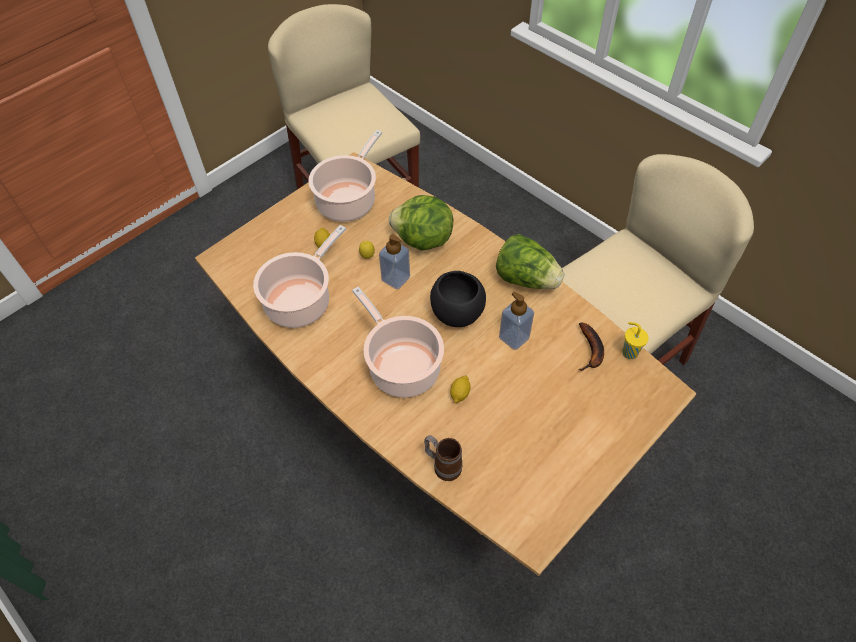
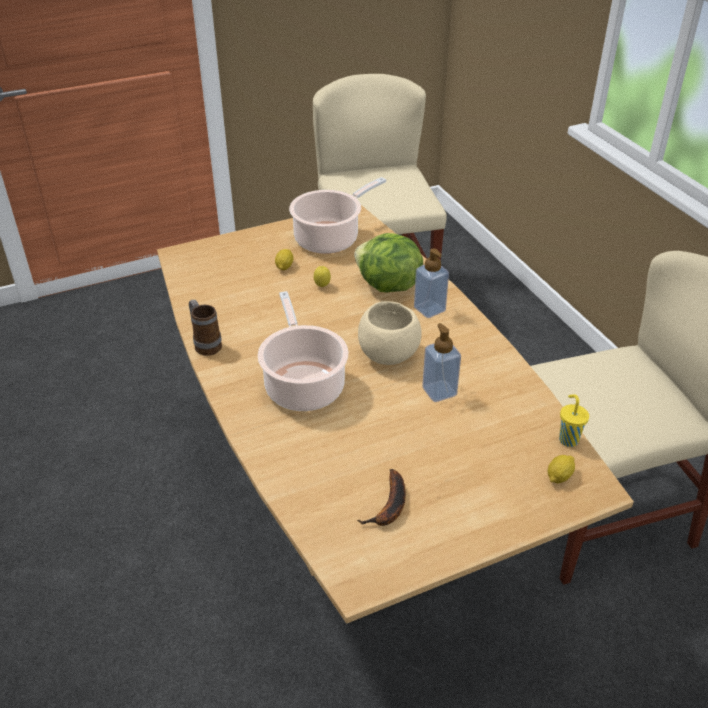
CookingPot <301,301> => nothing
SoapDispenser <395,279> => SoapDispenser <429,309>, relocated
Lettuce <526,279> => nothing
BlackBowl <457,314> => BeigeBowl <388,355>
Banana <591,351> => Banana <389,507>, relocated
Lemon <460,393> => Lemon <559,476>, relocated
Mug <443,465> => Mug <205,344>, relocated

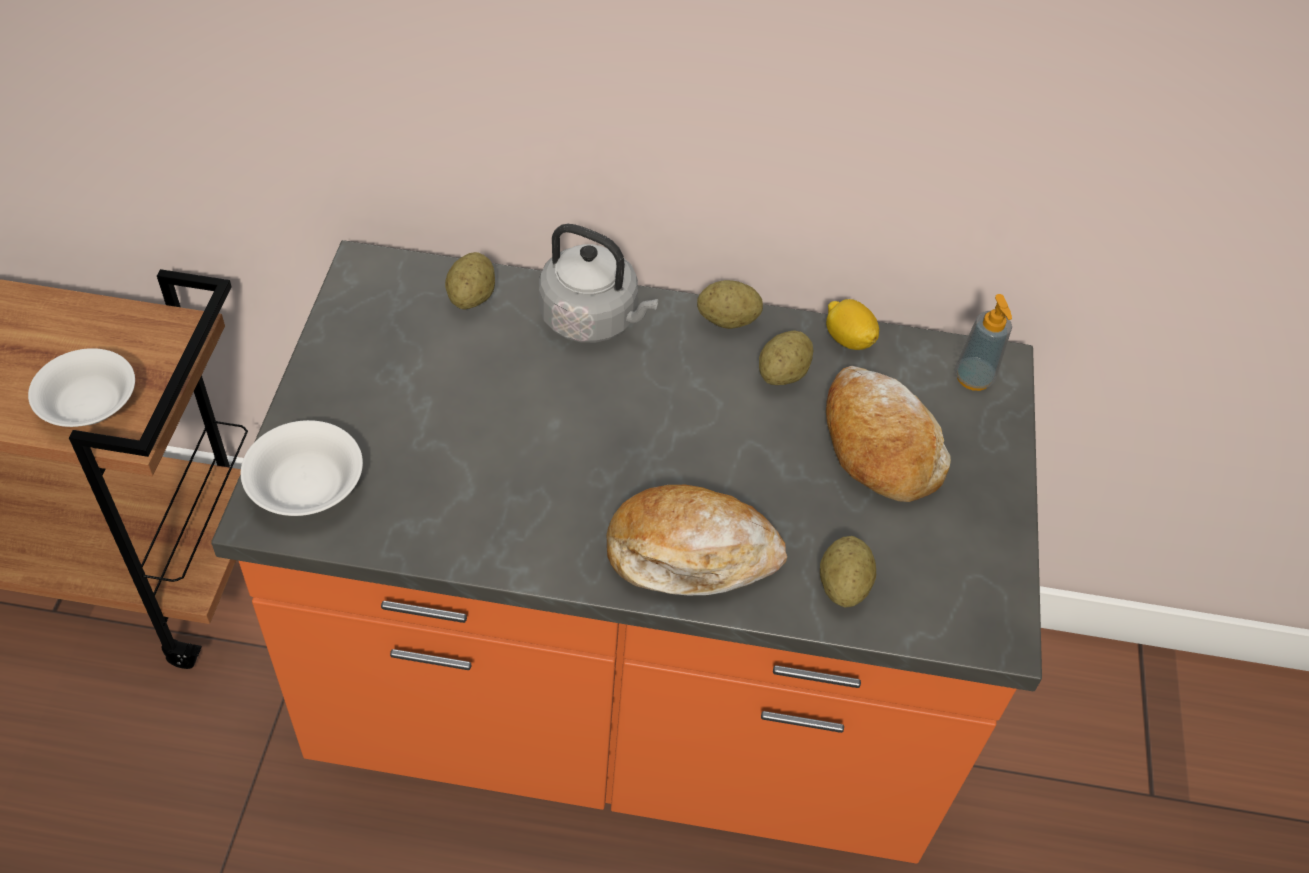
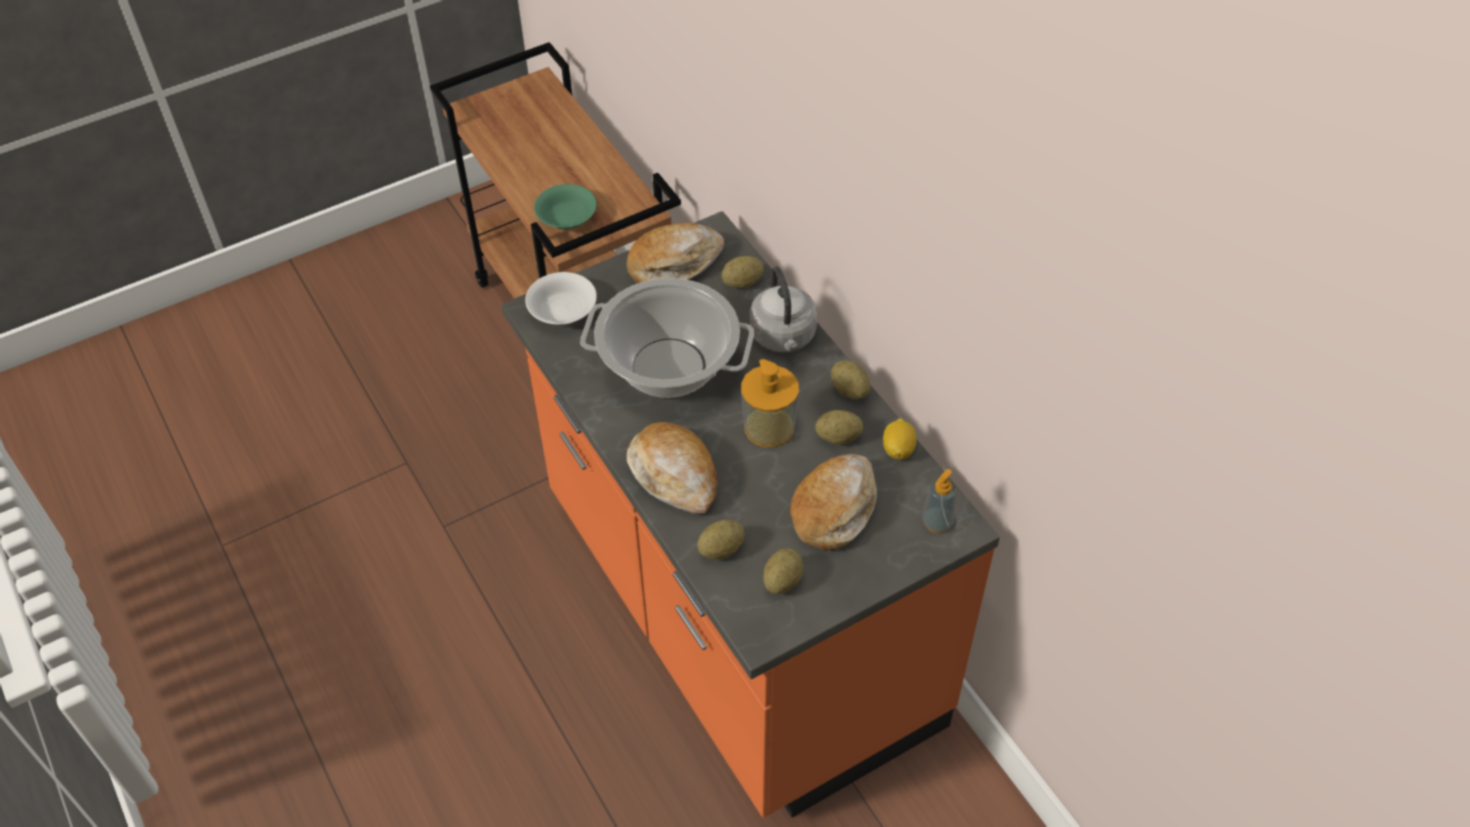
WhiteBowl <91,405> => GreenBowl <567,218>
nothing => Bread <674,264>
nothing => CookingPot <670,367>
nothing => SoapDispenser <769,427>
nothing => Potato <782,581>

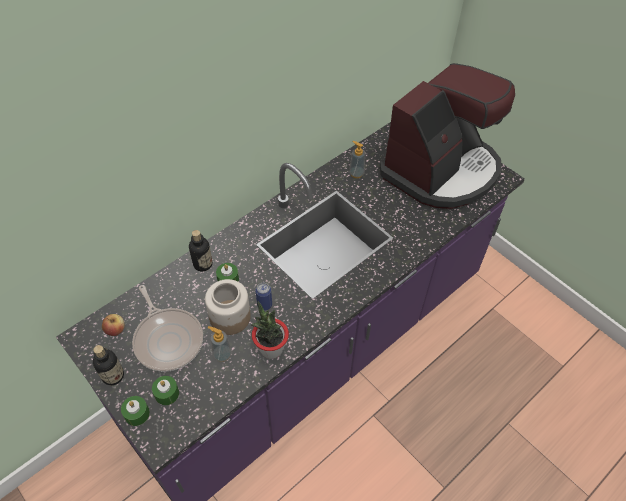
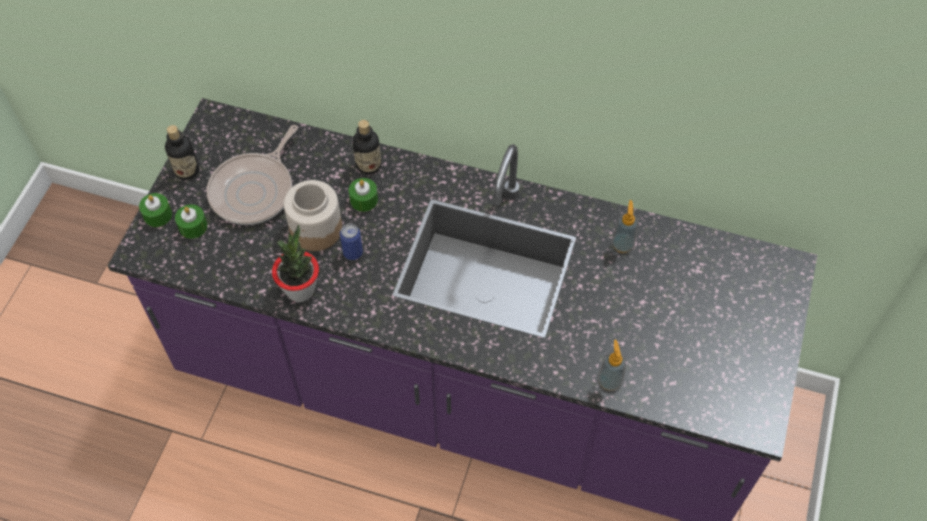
CoffeeMachine <441,170> => nothing
Apple <115,330> => nothing
SoapDispenser <222,355> => SoapDispenser <609,381>, relocated

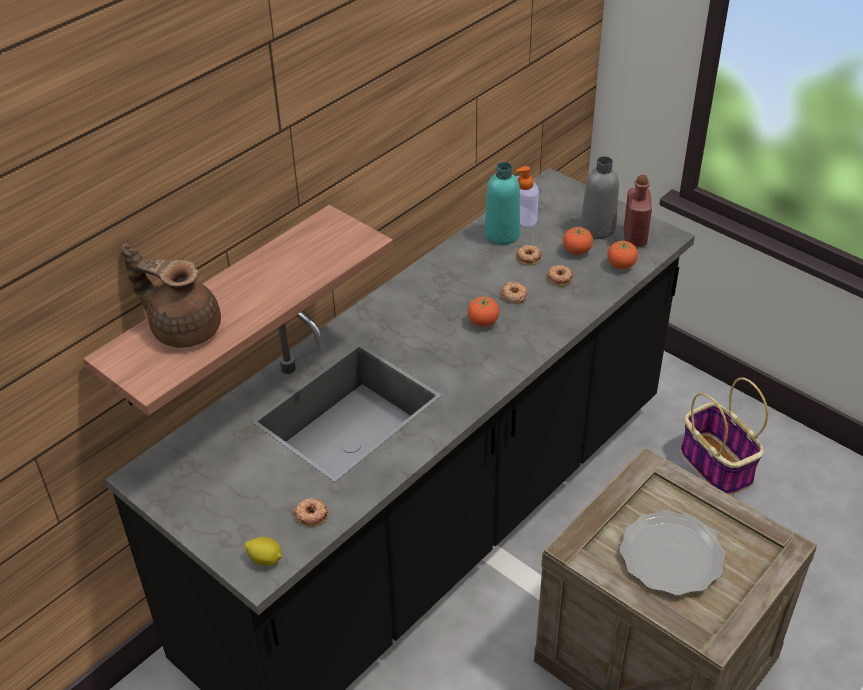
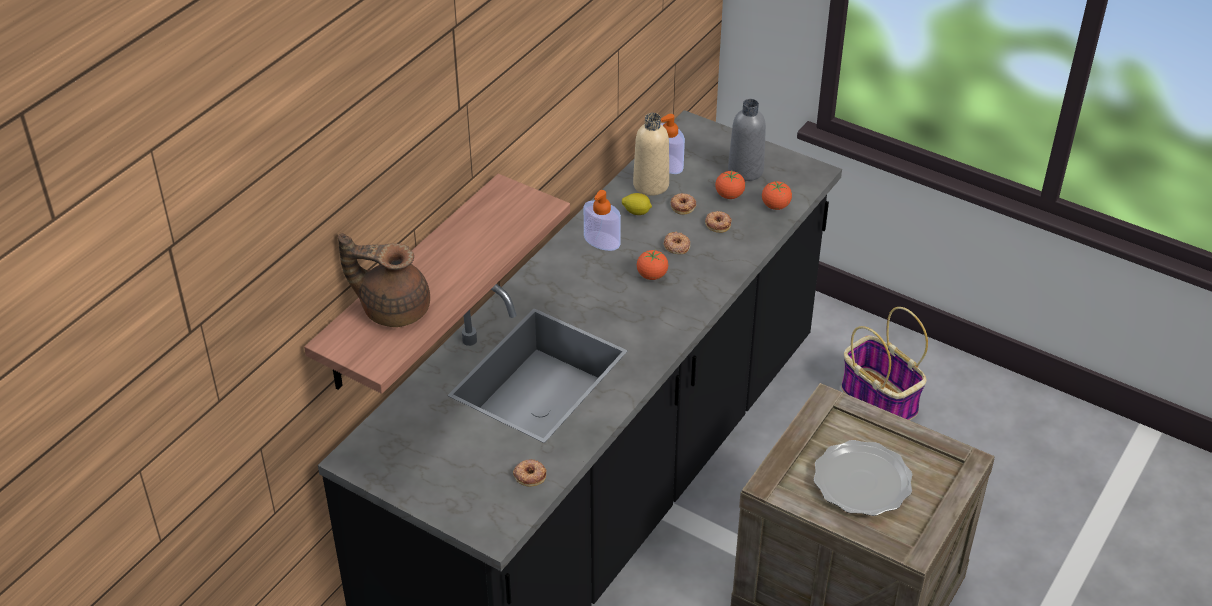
TurquoiseBottle <501,235> => BeigeBottle <651,185>
RedBottle <634,237> => nothing
Lemon <265,559> => Lemon <636,212>, relocated
nothing => SoapDispenser <602,241>

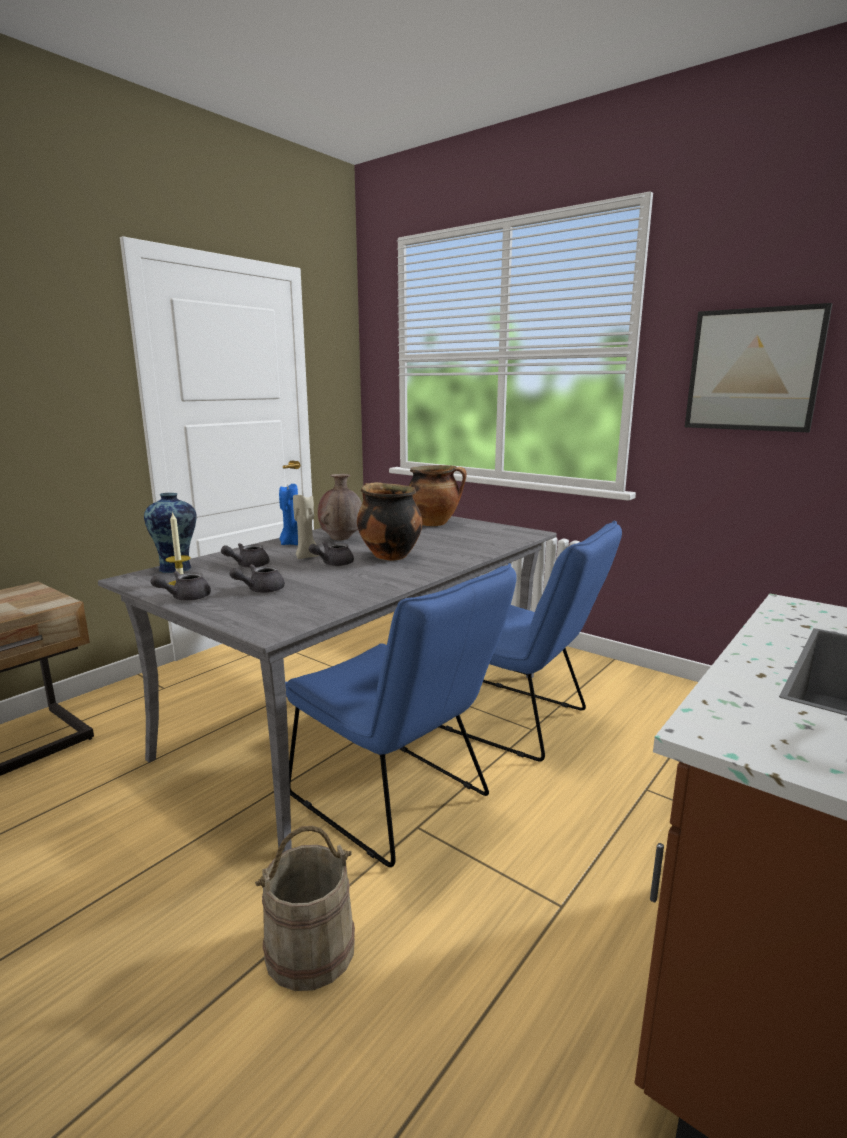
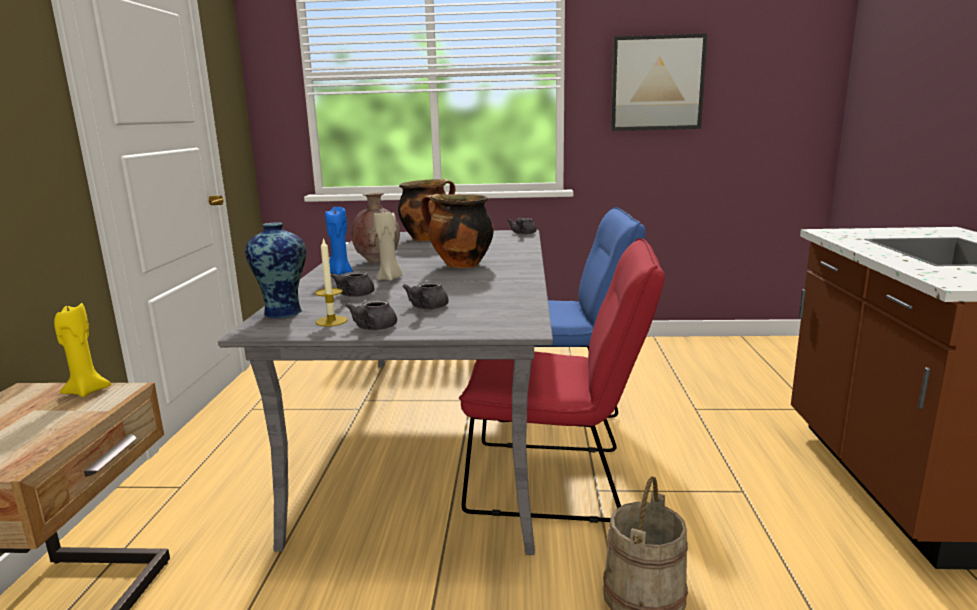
GreyTeapot <333,564> => GreyTeapot <522,234>, relocated
BlueChair <397,802> => RedChair <558,481>
nothing => YellowCandle <86,391>

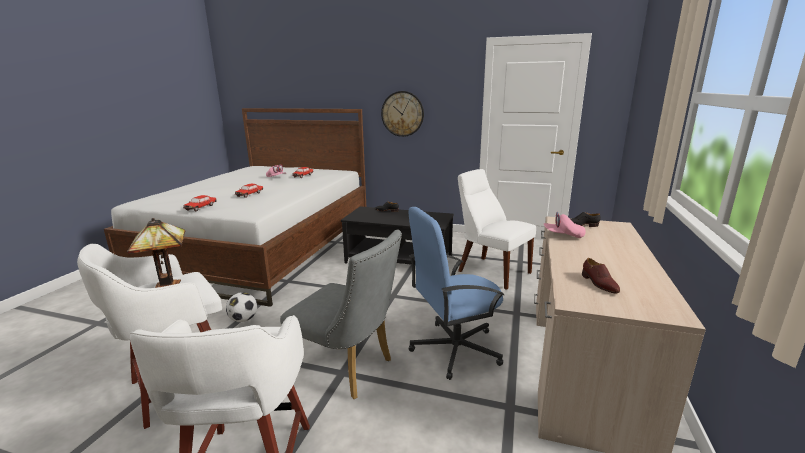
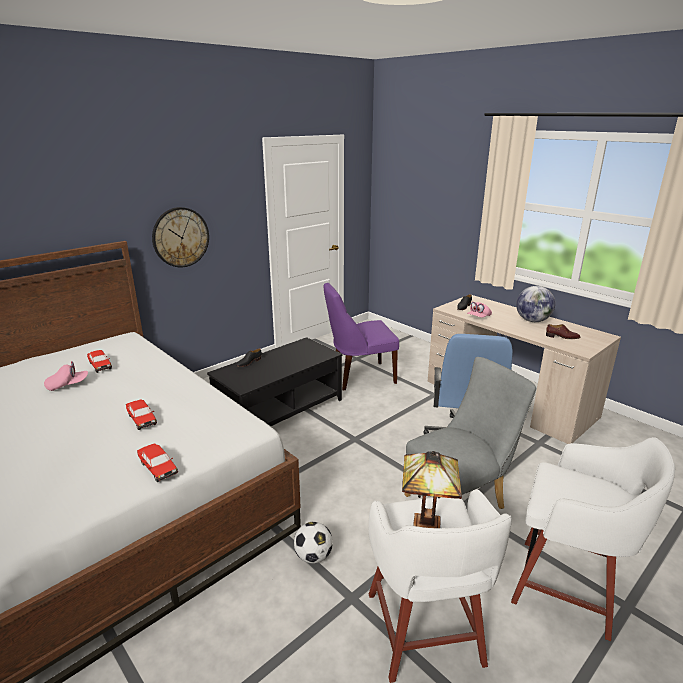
WhiteChair <491,271> => PurpleChair <359,376>
nothing => Globe <532,321>

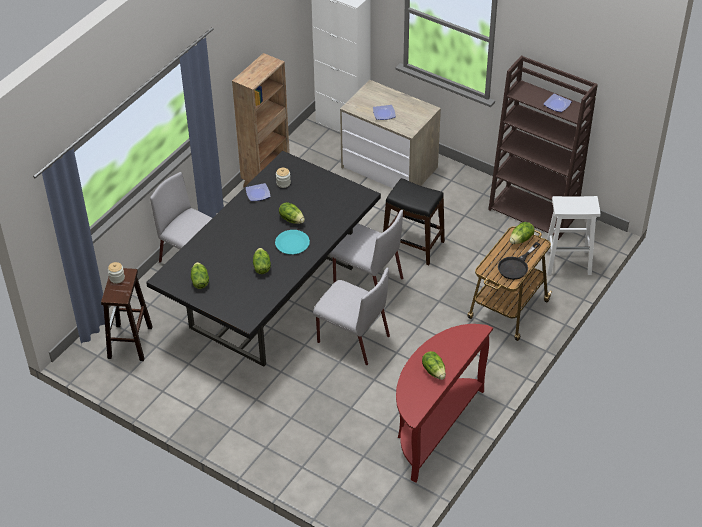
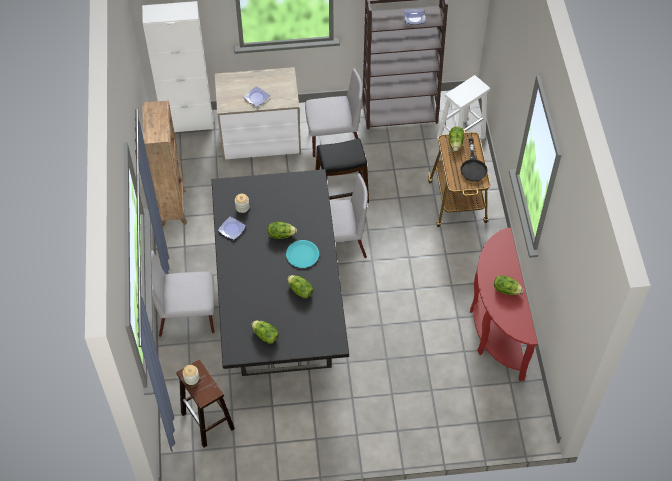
GreyChair <352,339> => GreyChair <333,140>, relocated

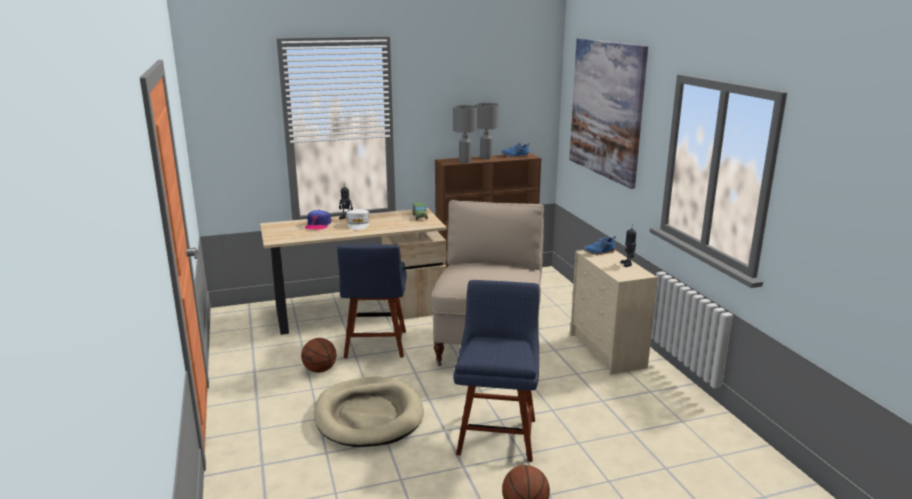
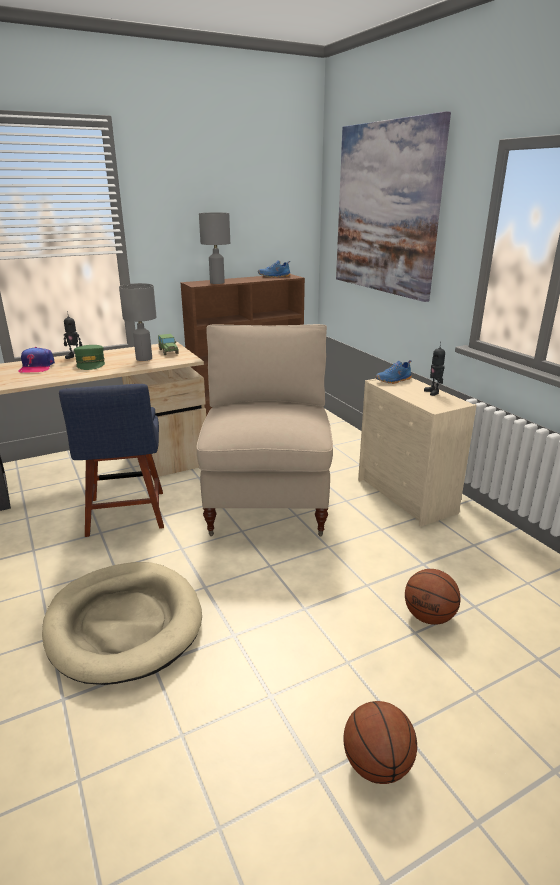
GreyTableLamp <486,157> => GreyTableLamp <144,359>, relocated
WhiteCap <358,224> => GreenCap <90,364>
BlueChair <497,433> => nothing
Basketball <320,370> => Basketball <429,616>, relocated

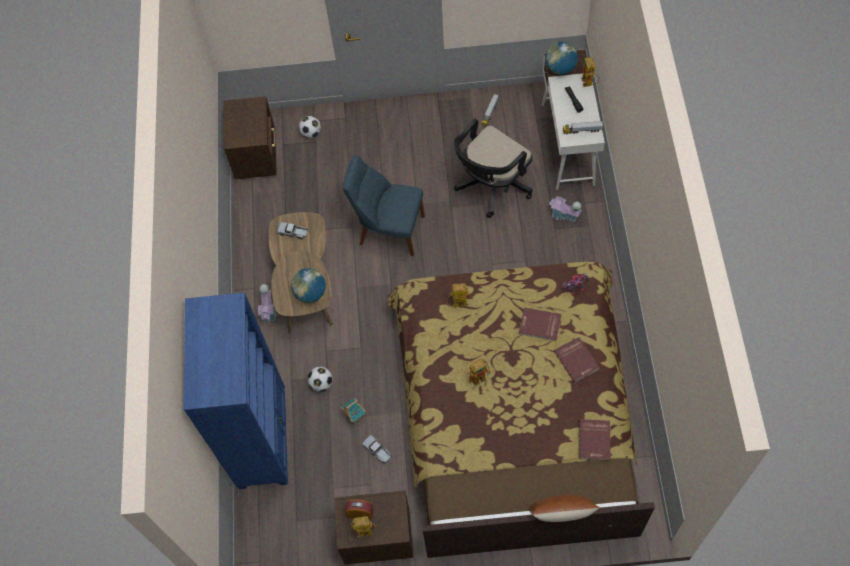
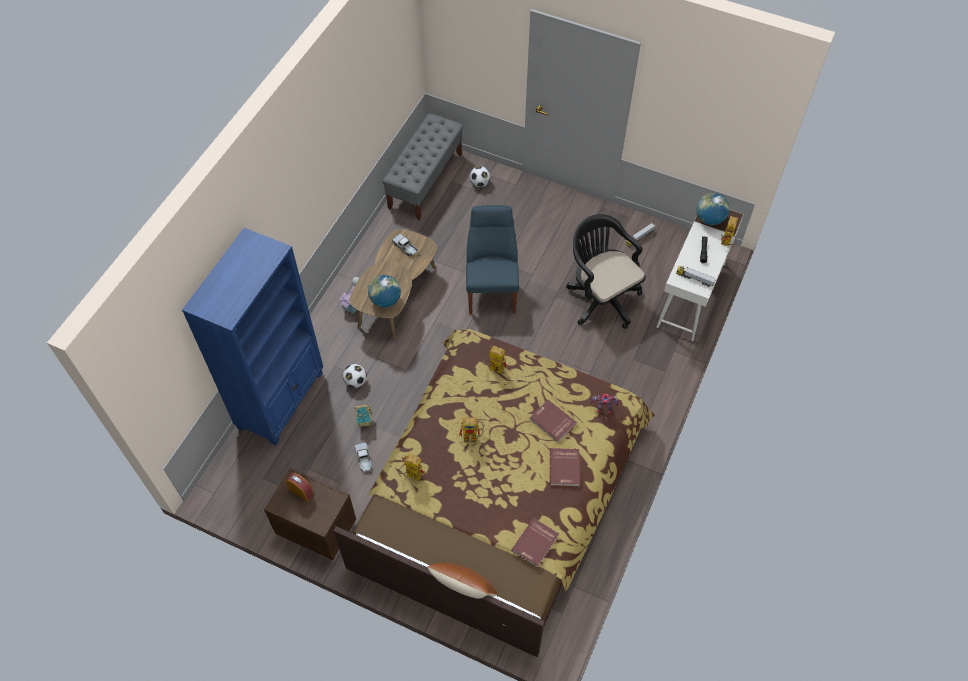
BrownNightstand <257,156> => GreyBench <425,180>
BlackOfficeChair <491,187> => BlackOfficeChair <600,297>, 75 degrees clockwise
BlueChair <389,229> => BlueChair <491,289>, 45 degrees clockwise
ToyHouse <563,215> => nothing
ToyRobot <361,533> => ToyRobot <411,475>, relocated

